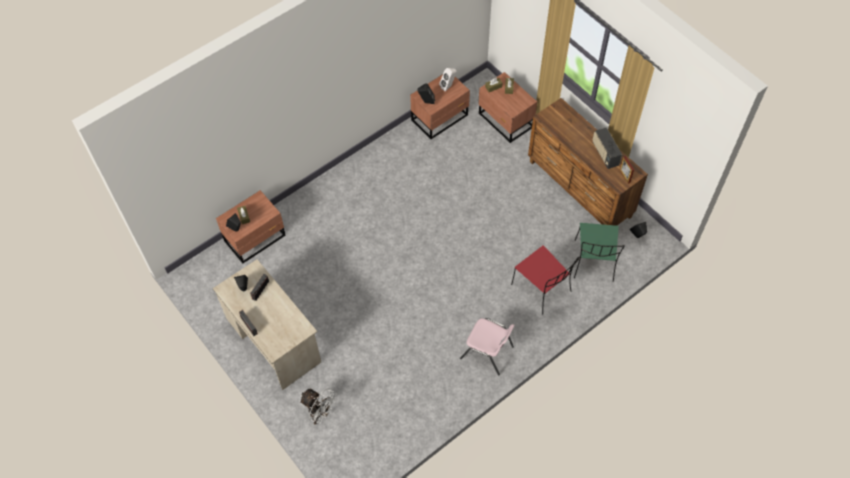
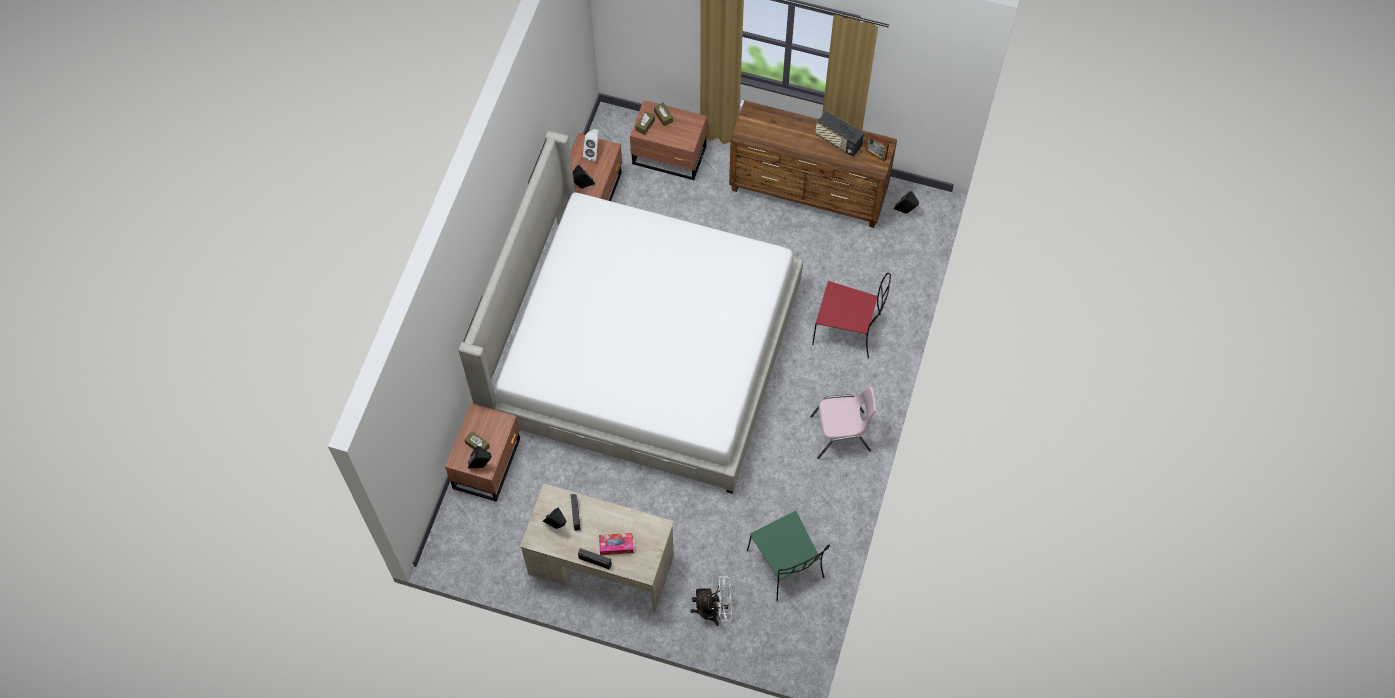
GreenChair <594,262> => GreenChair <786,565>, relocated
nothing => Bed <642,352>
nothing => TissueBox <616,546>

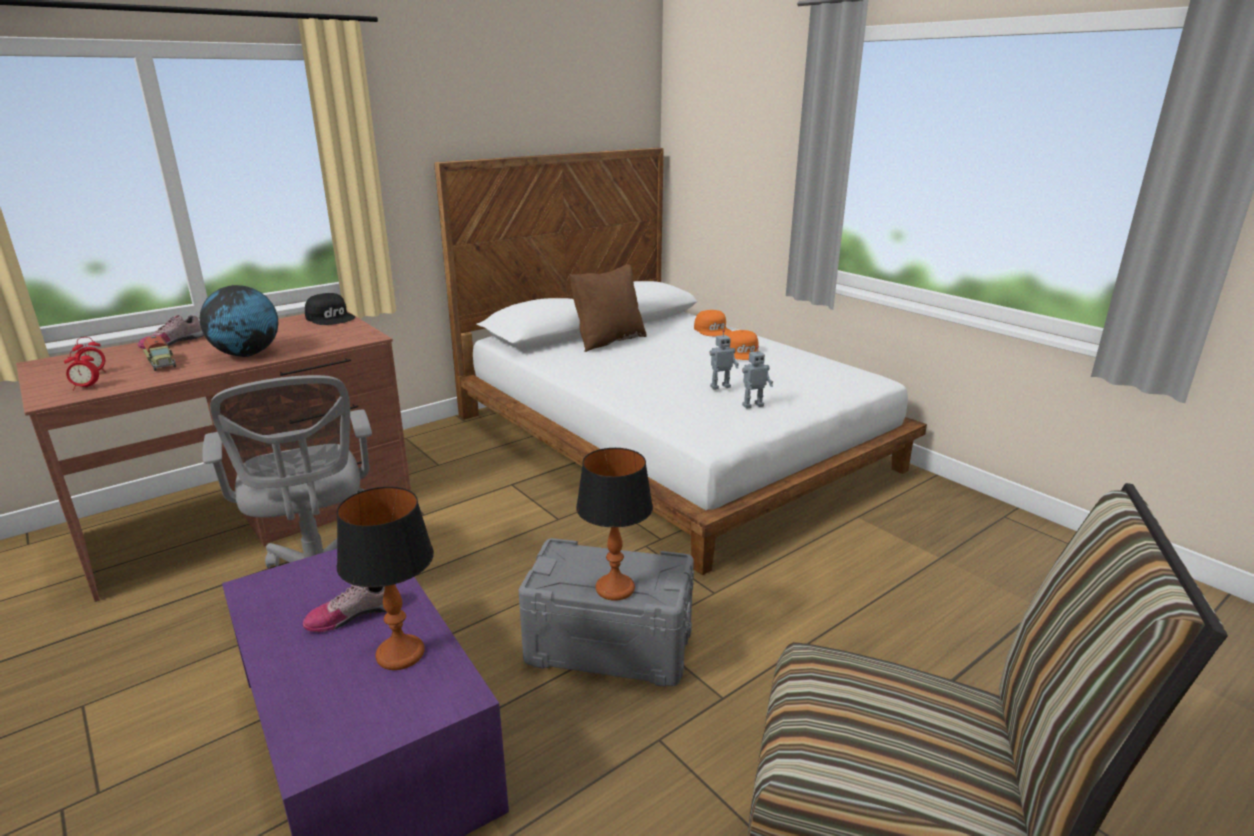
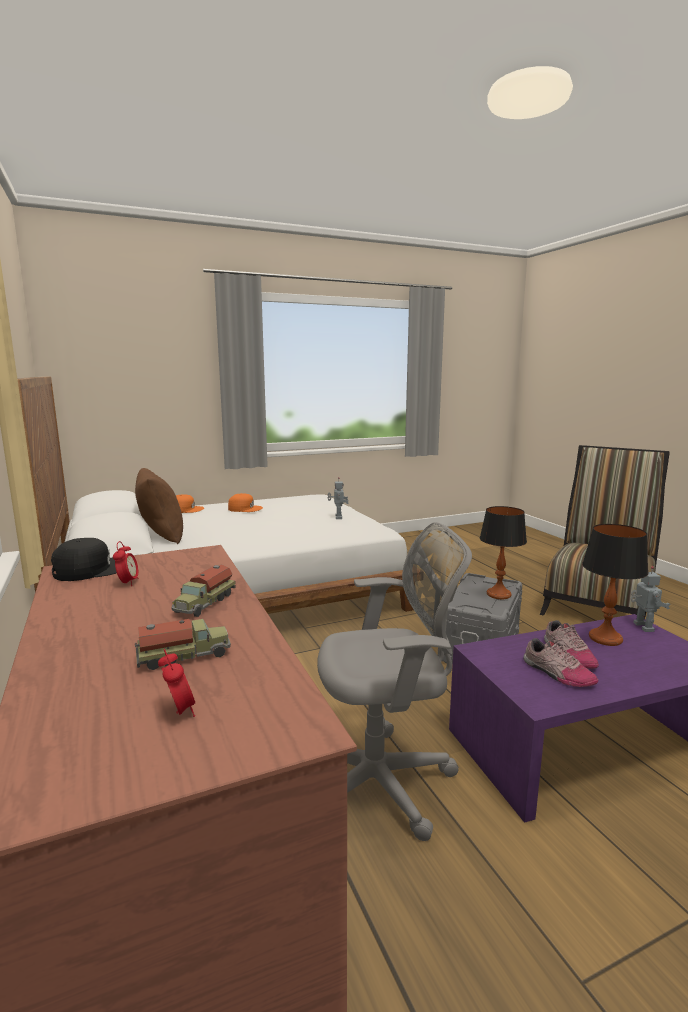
Globe <246,354> => ToyTruck <204,603>
Shoe <172,342> => Shoe <557,673>, relocated
ToyRobot <720,386> => ToyRobot <642,627>, relocated
AlarmClock <86,387> => AlarmClock <128,583>, relocated

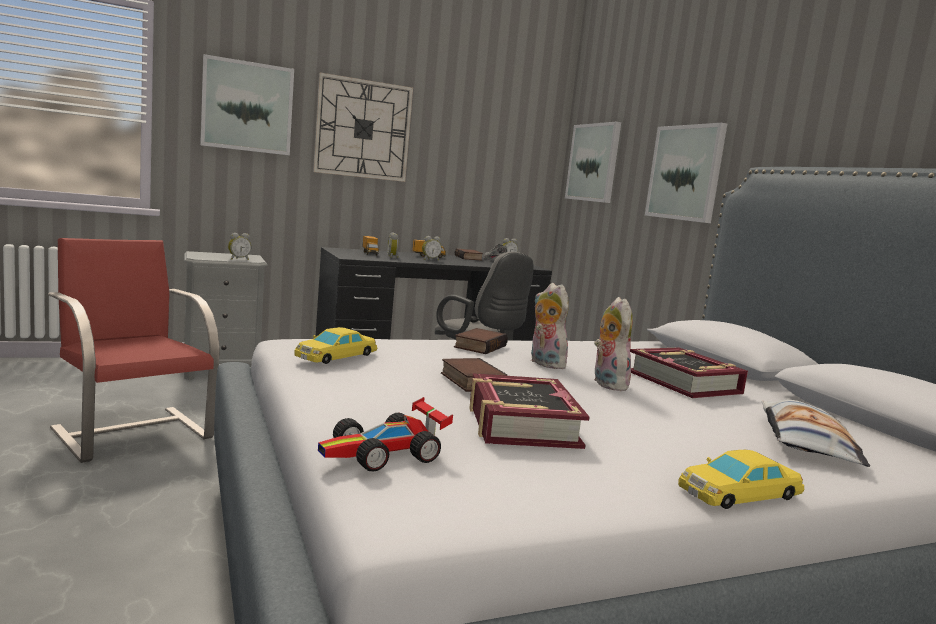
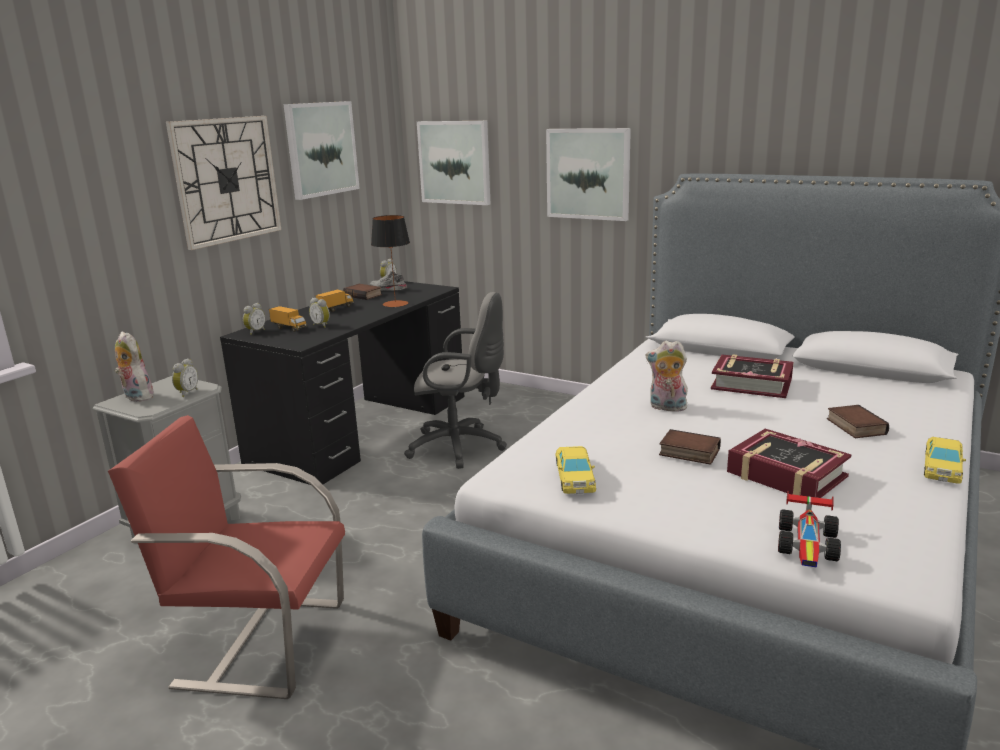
Picture <247,107> => Picture <321,149>, relocated
AlarmClock <430,259> => AlarmClock <255,332>, relocated
PlushToy <606,384> => PlushToy <136,397>, relocated
Book <479,346> => Book <854,426>, relocated
Pillow <805,442> => nothing
nothing => TableLamp <395,304>

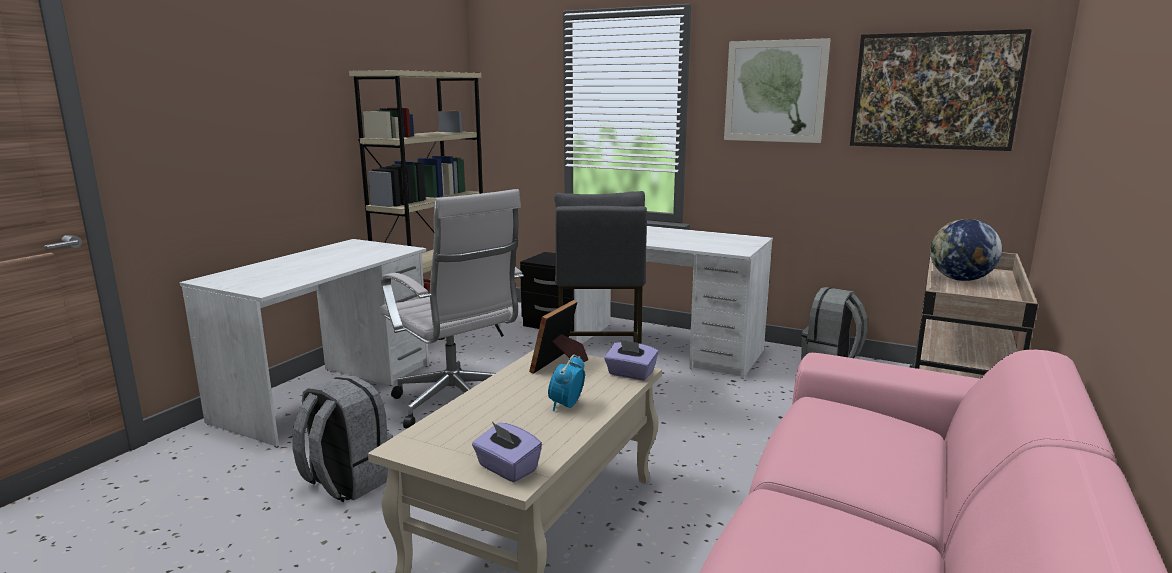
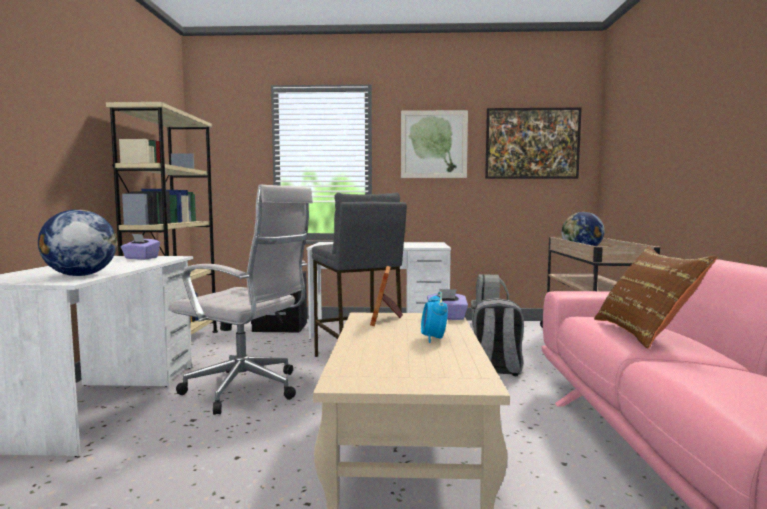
GreyBackpack <346,481> => GreyBackpack <496,369>, relocated
PurpleTissueBox <507,469> => PurpleTissueBox <141,258>, relocated
nothing => Globe <80,275>
nothing => BrownPillow <645,333>

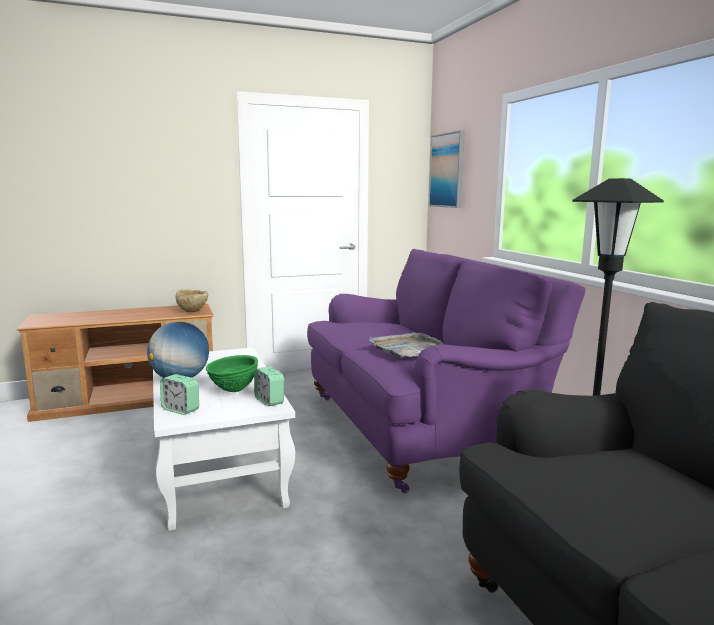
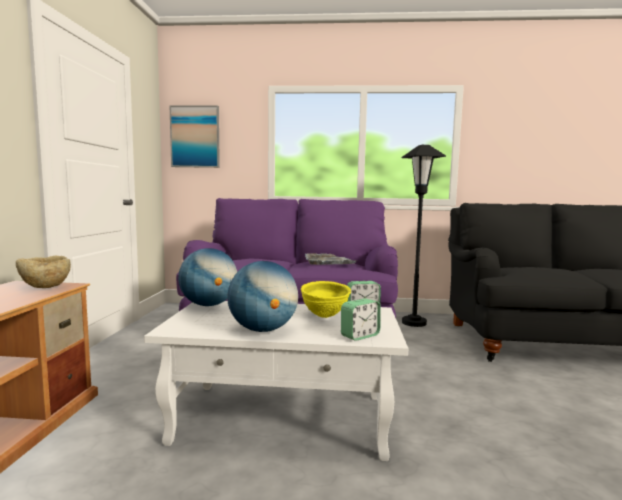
GreenBowl <233,390> => YellowBowl <324,316>
nothing => Globe <209,305>

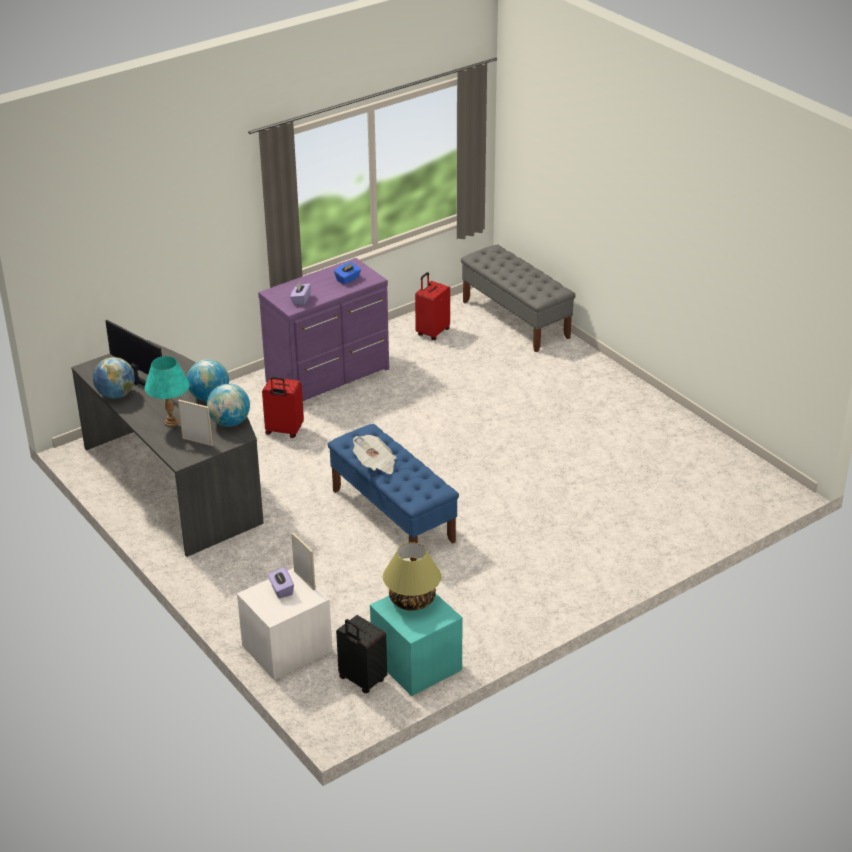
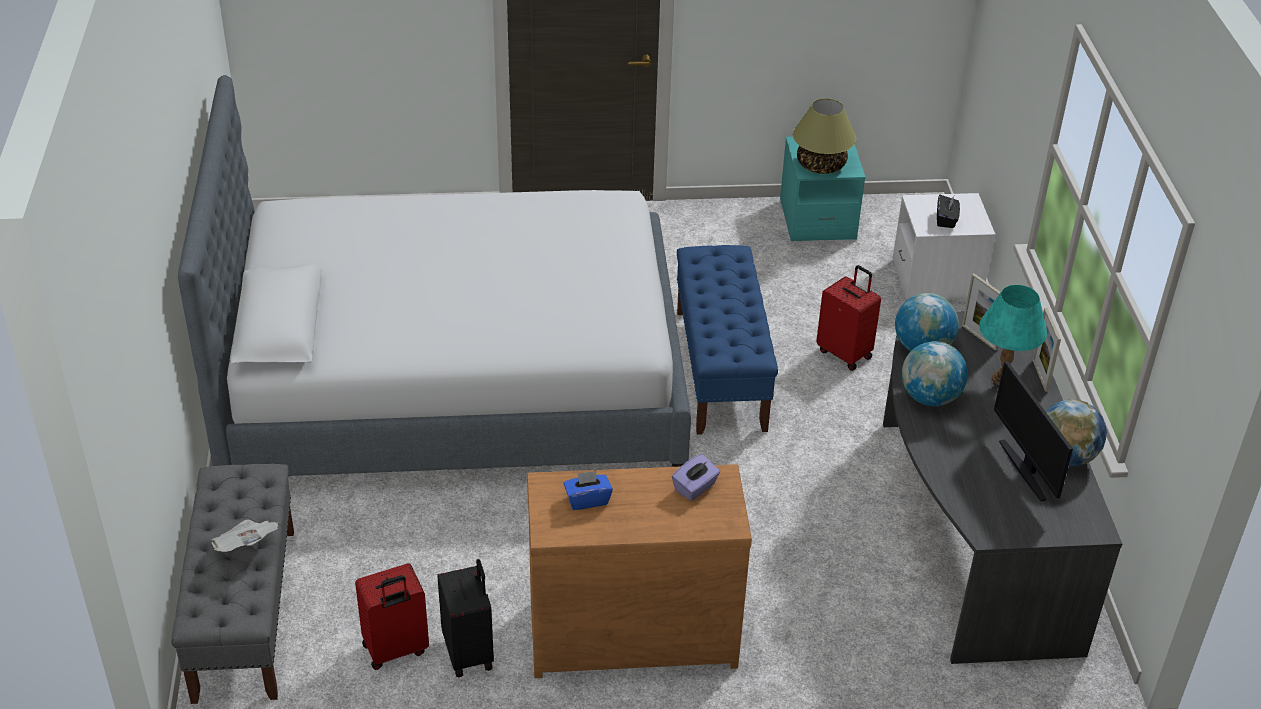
PurpleDresser <330,376> => BrownDresser <630,630>
RedSuitcase <284,431> => RedSuitcase <845,353>, relocated
Newspaper <375,464> => Newspaper <247,547>, relocated
PictureFrame <304,580> => PictureFrame <1040,375>, relocated
PurpleTissueBox <281,590> => BlackTissueBox <946,220>
BlackSuitcase <361,680> => BlackSuitcase <470,653>, relocated
nothing => Bed <454,379>

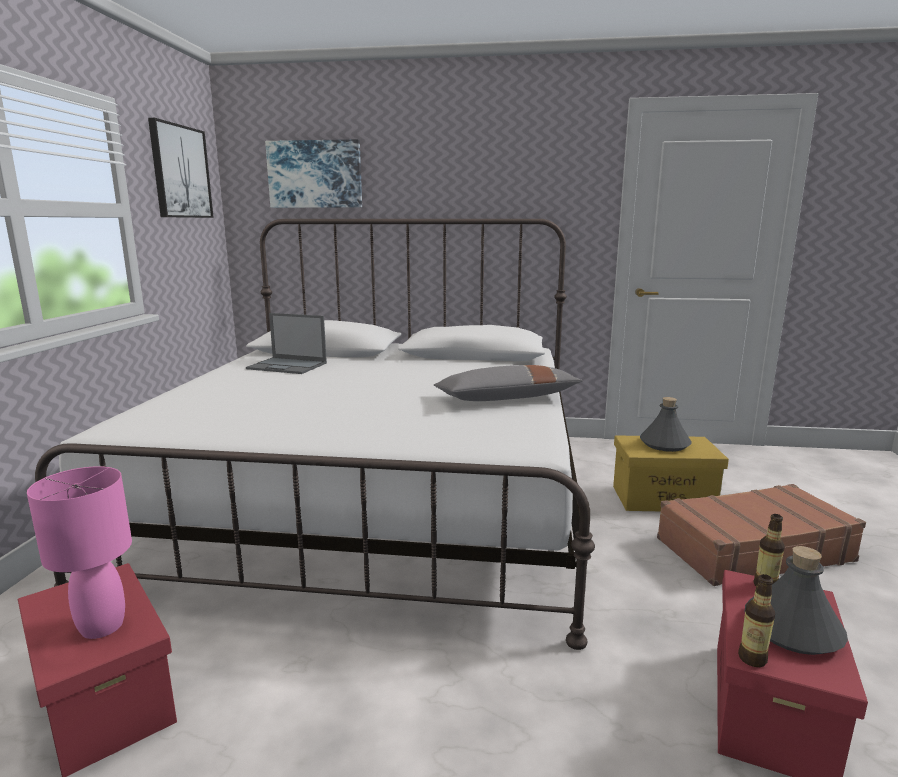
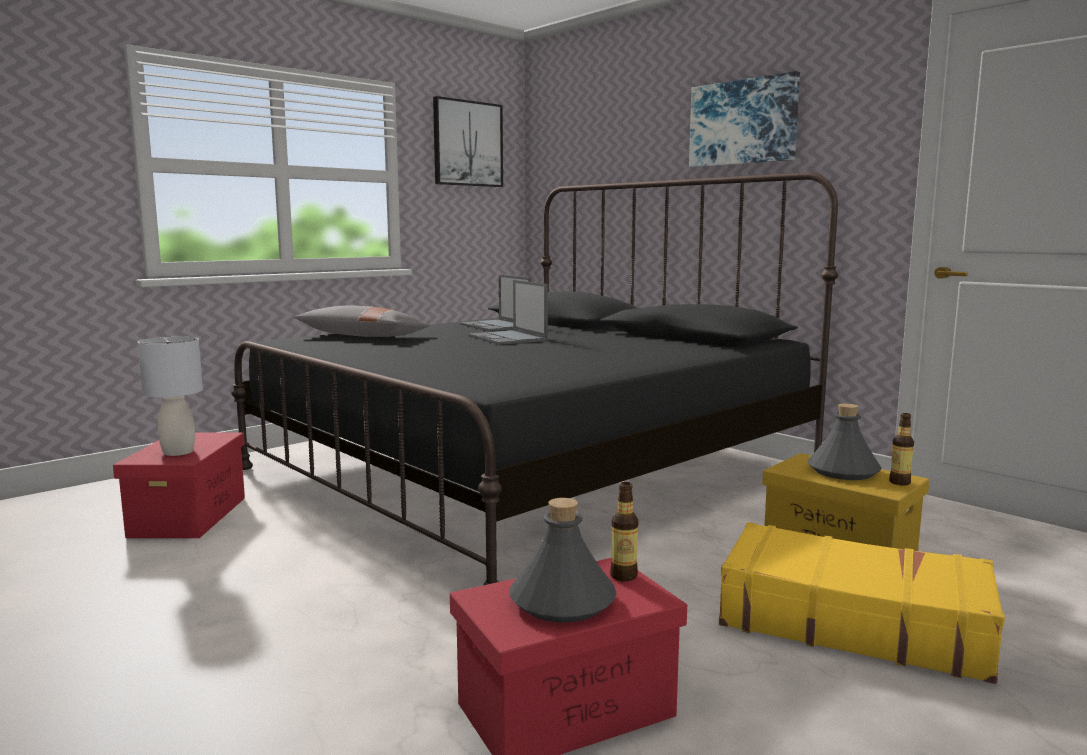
Picture <315,174> => Picture <743,122>, relocated
WhiteBed <374,497> => BlackBed <528,470>
GreyPillow <506,398> => GreyPillow <362,336>, relocated
PinkTableLamp <101,627> => GreyTableLamp <178,452>
BrownSuitcase <752,549> => YellowSuitcase <852,622>
Bottle <752,659> => Bottle <899,482>, relocated
nothing => Laptop <508,338>

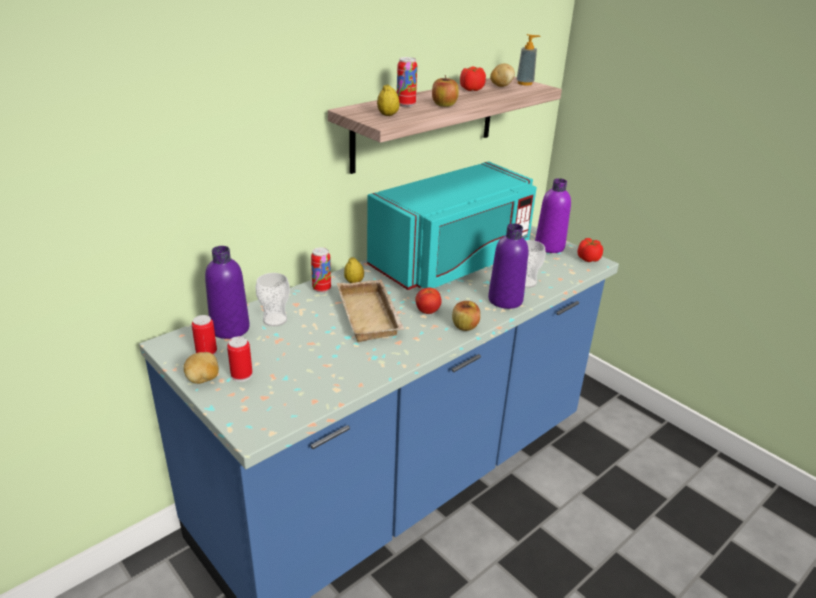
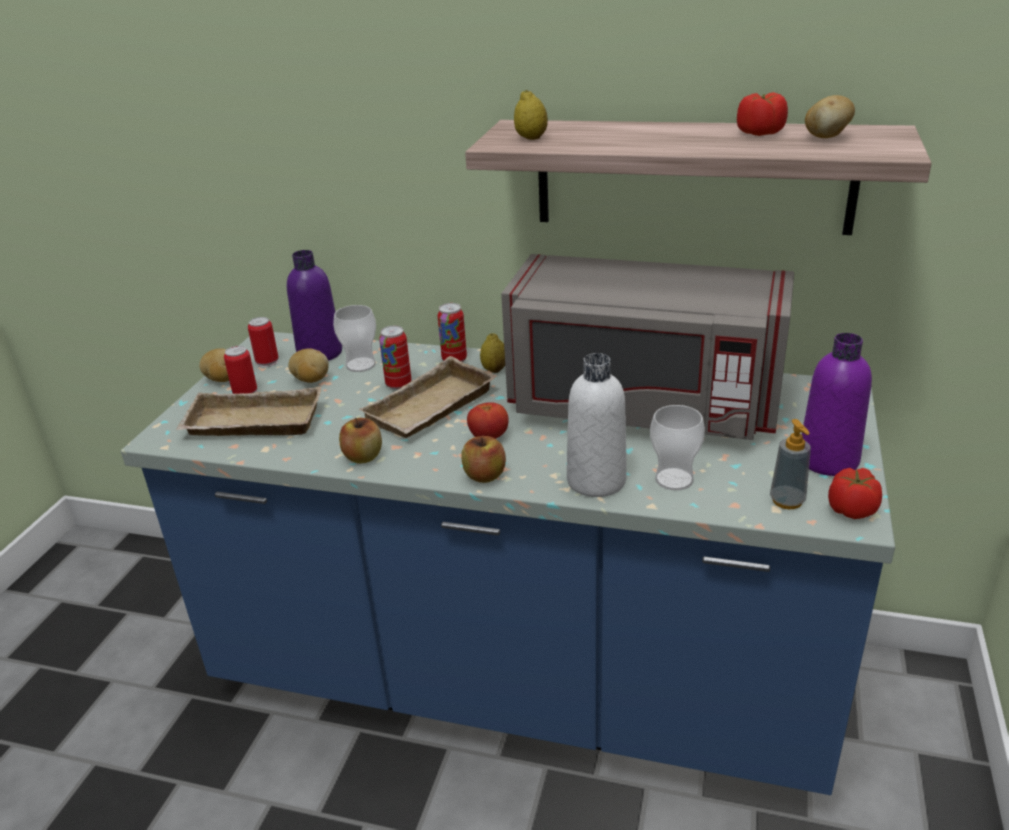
SoapDispenser <525,83> => SoapDispenser <787,501>, relocated
Can <406,104> => Can <398,384>, relocated
Apple <444,105> => Apple <363,457>, relocated
TurquoiseMicrowave <452,262> => GreyMicrowave <641,406>
PurpleBottle <505,300> => WhiteBottle <596,481>
nothing => Potato <311,380>
nothing => BeigeTray <251,424>

